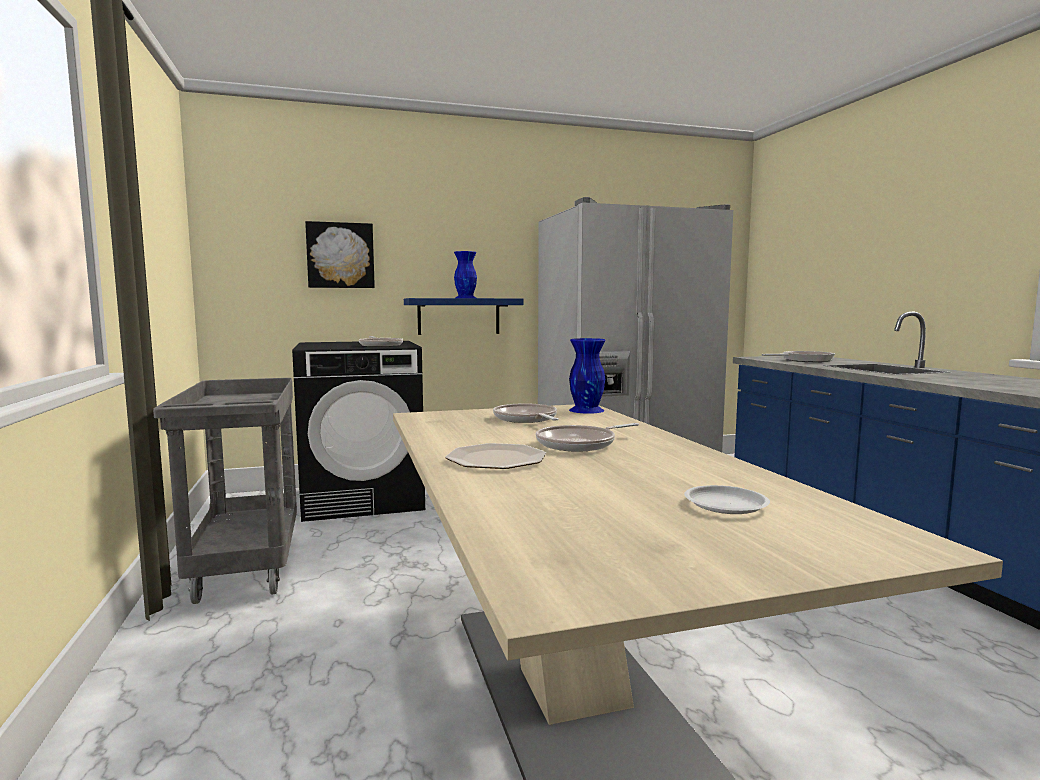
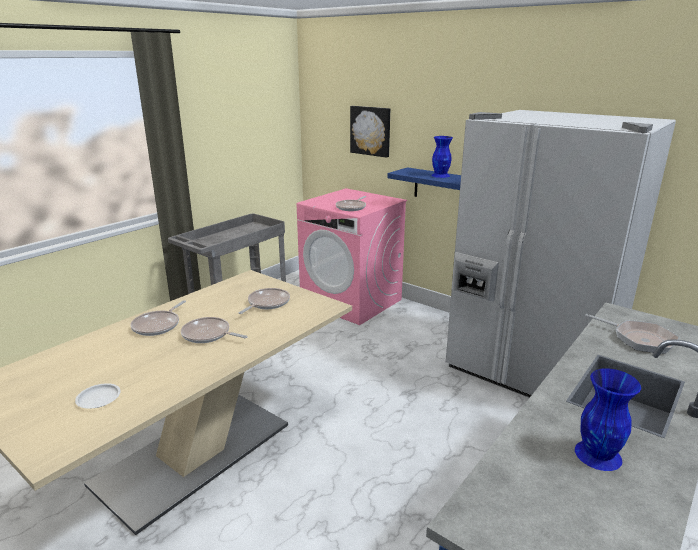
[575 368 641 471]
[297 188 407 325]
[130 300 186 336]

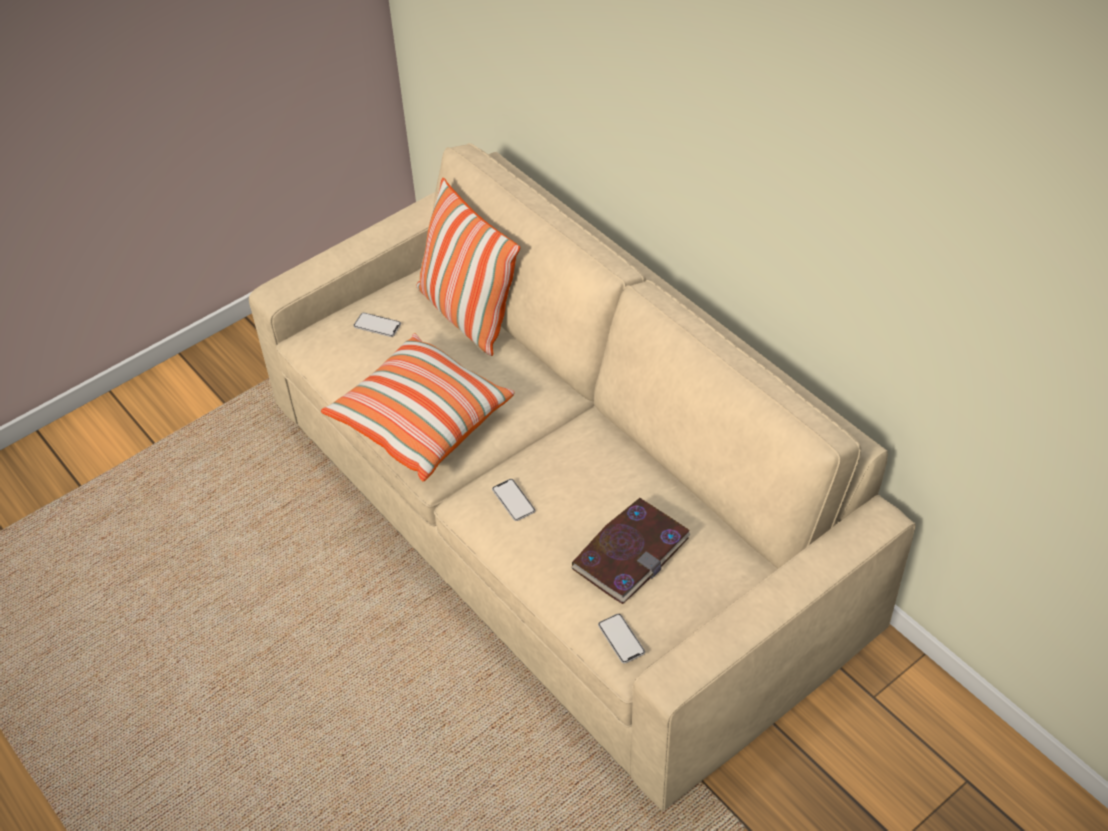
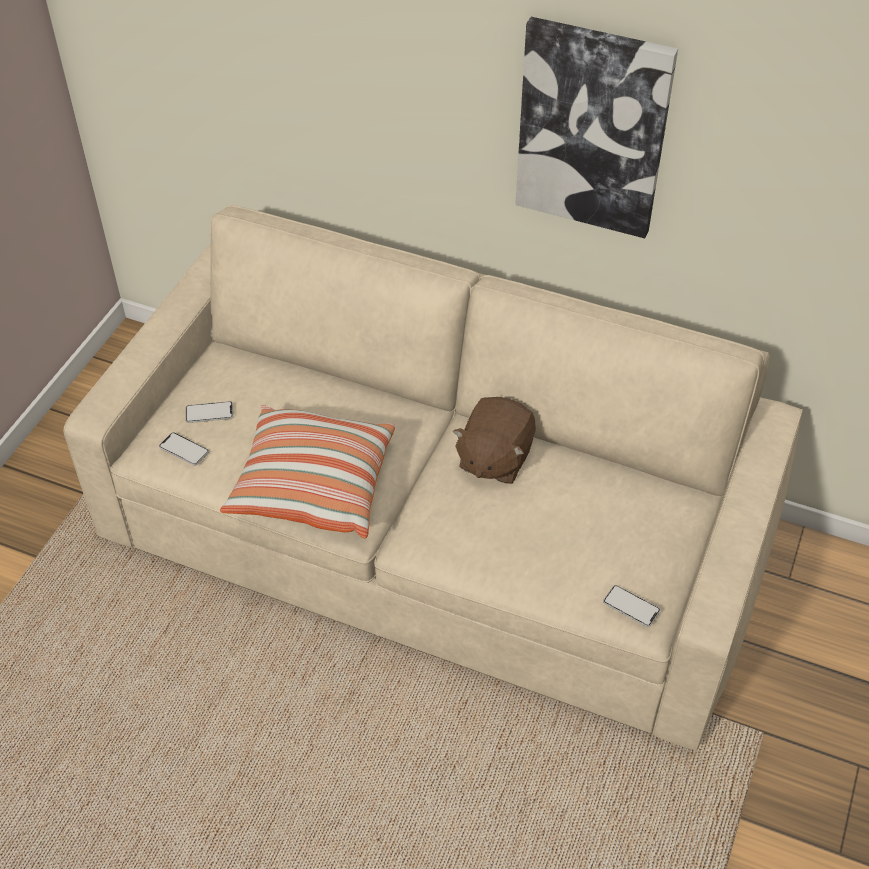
[416 178 520 356] (first image)
[159 432 209 466]
[572 498 691 604] (first image)
[515 17 678 238]
[452 397 536 484]

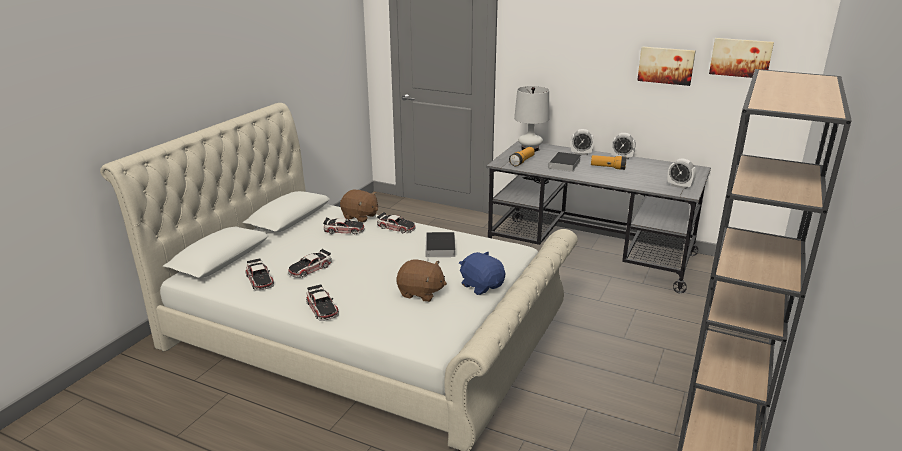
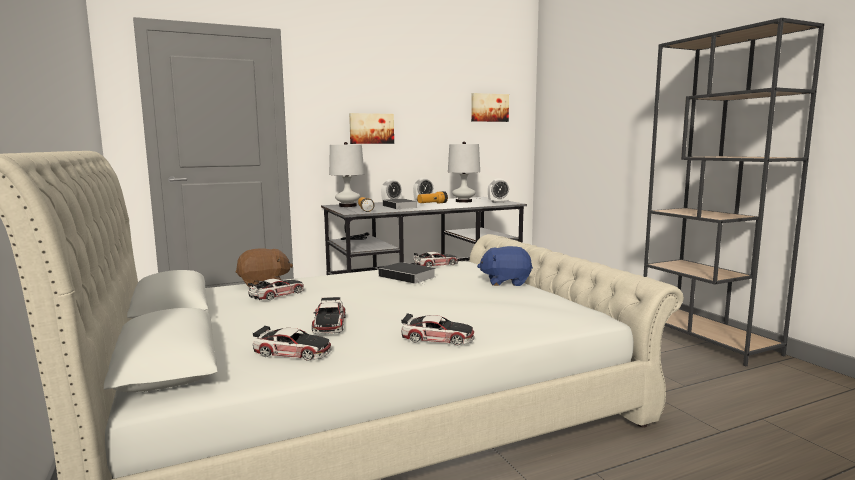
[349 113 394 144]
[414 251 458 267]
[396 259 447 302] (first image)
[448 142 480 203]

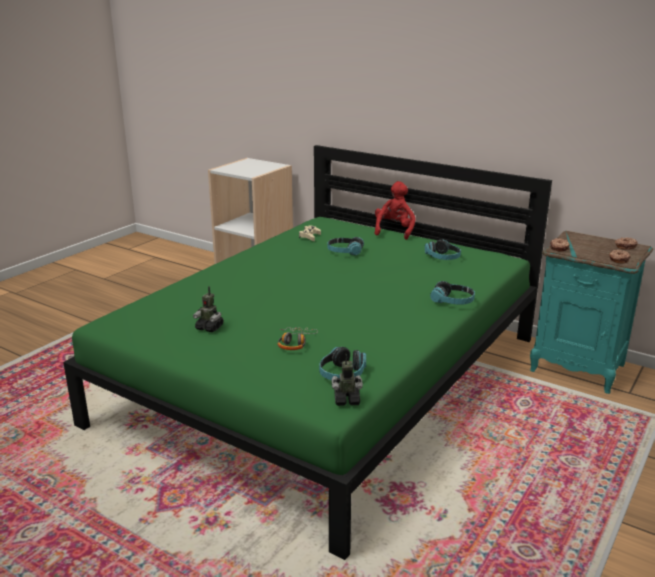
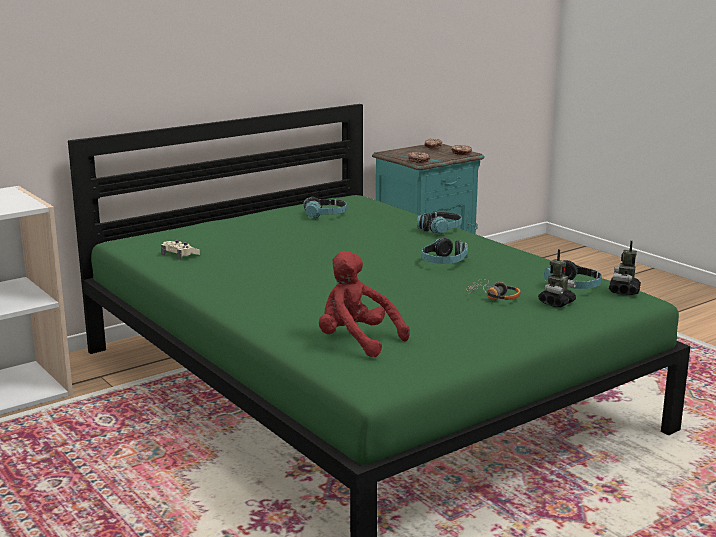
[319 251 410 357]
[422 238 468 264]
[538 249 576 307]

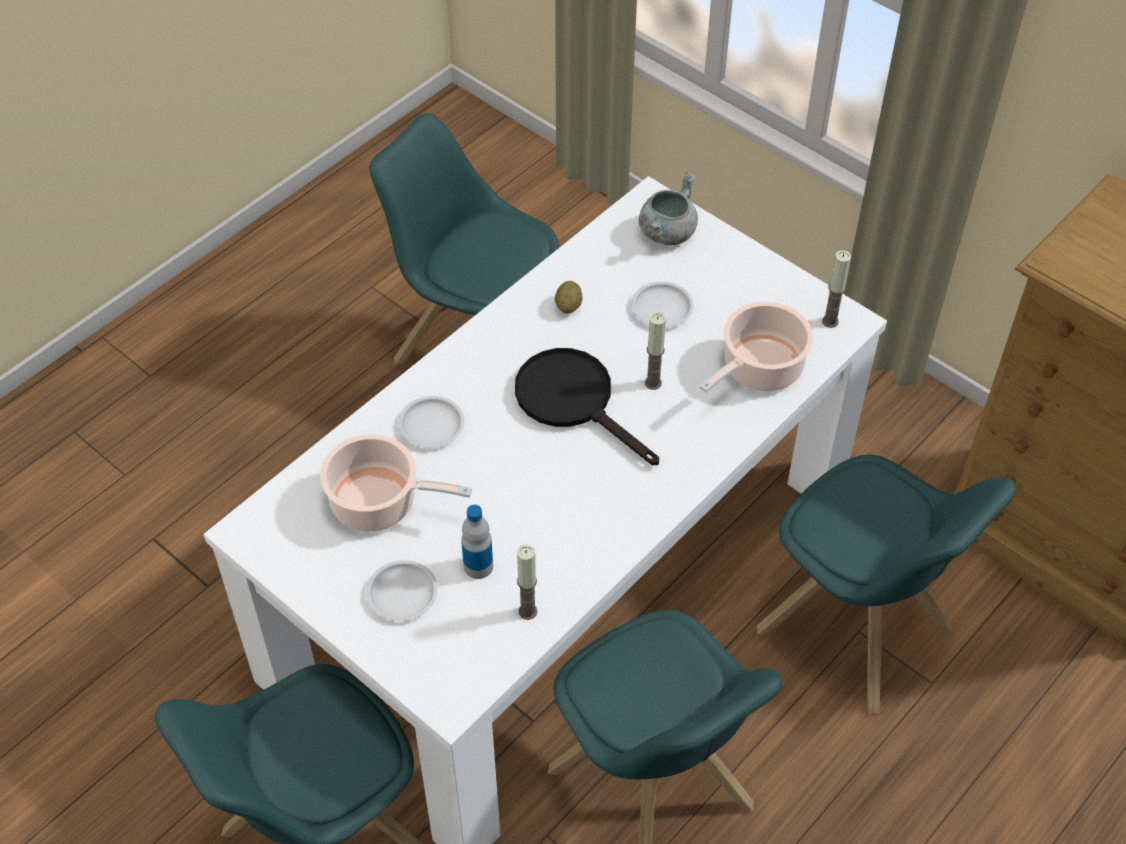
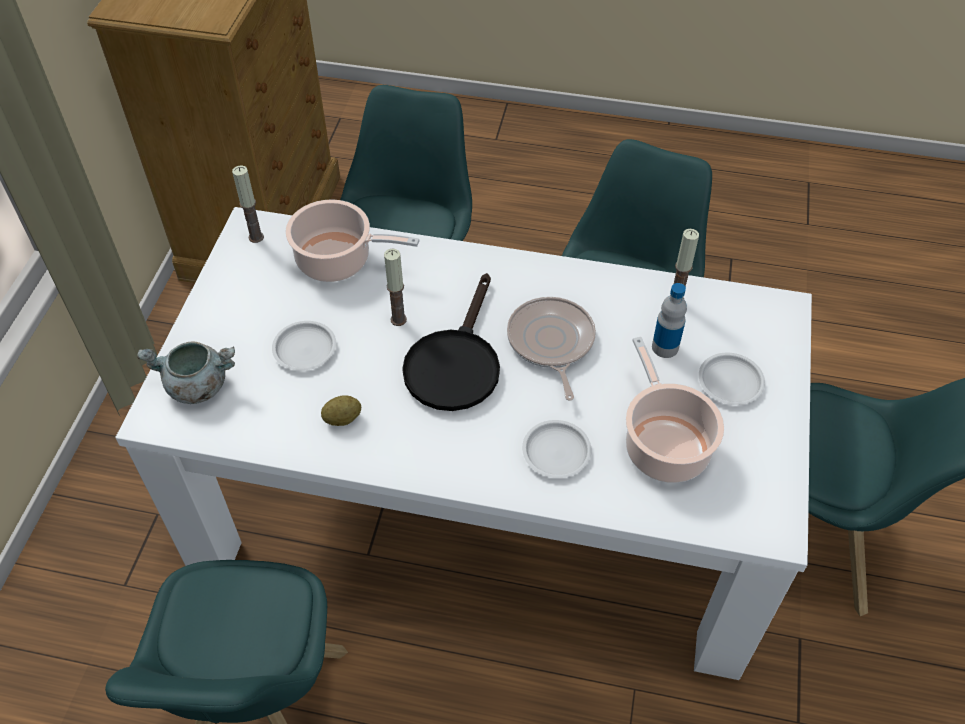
[507 297 596 401]

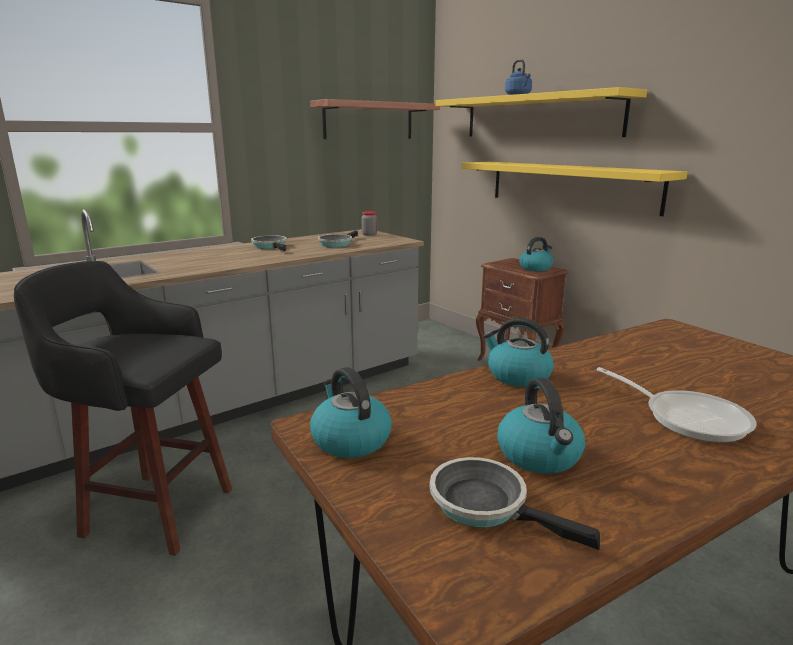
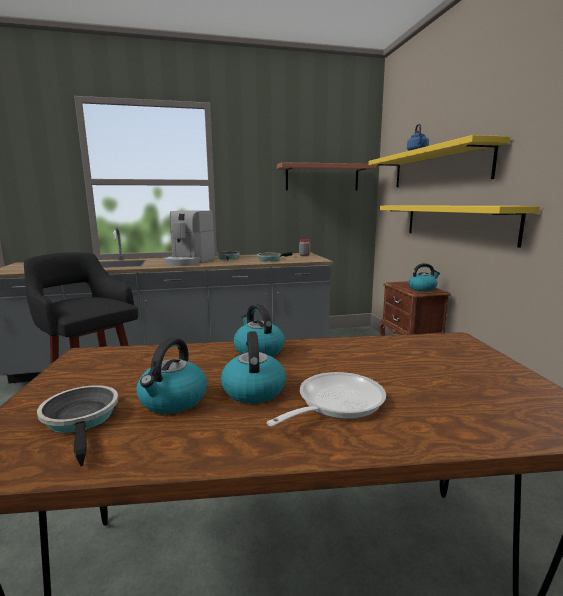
[221 331 286 403]
[267 372 386 427]
[164 211 215 266]

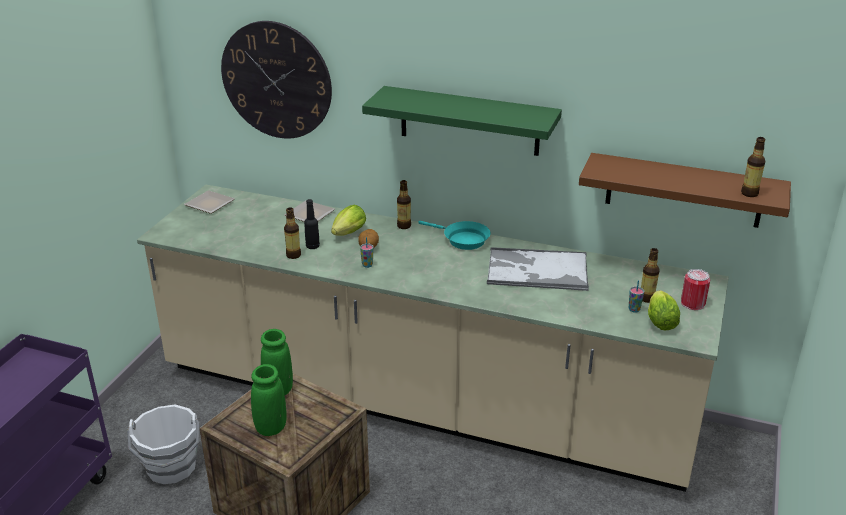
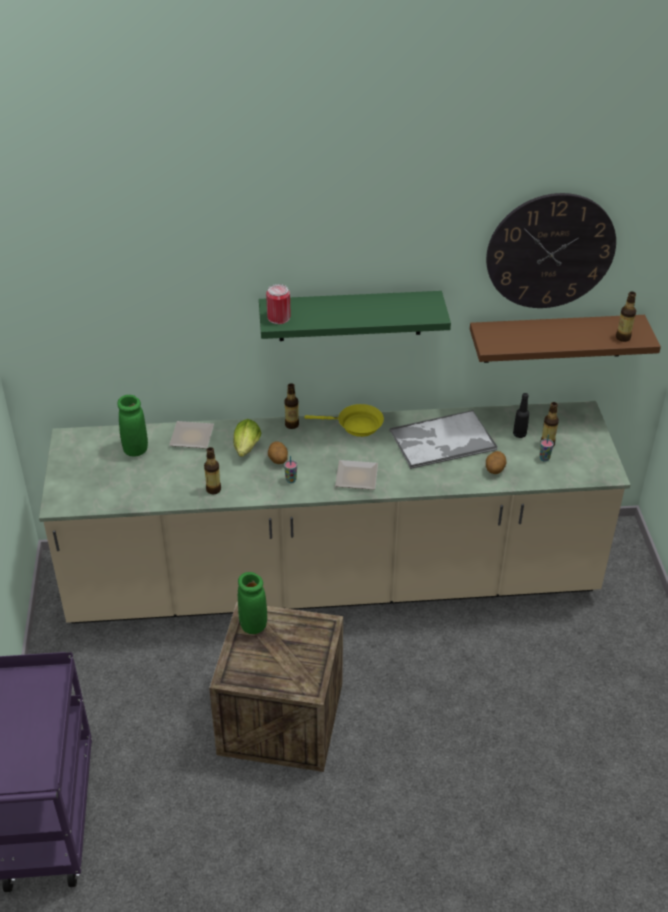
[486 193 616 308]
[335 460 378 490]
[513 393 529 438]
[304 404 384 437]
[266 284 291 324]
[648 290 680 331] (first image)
[117 395 148 457]
[127 404 200 484] (first image)
[486 451 506 474]

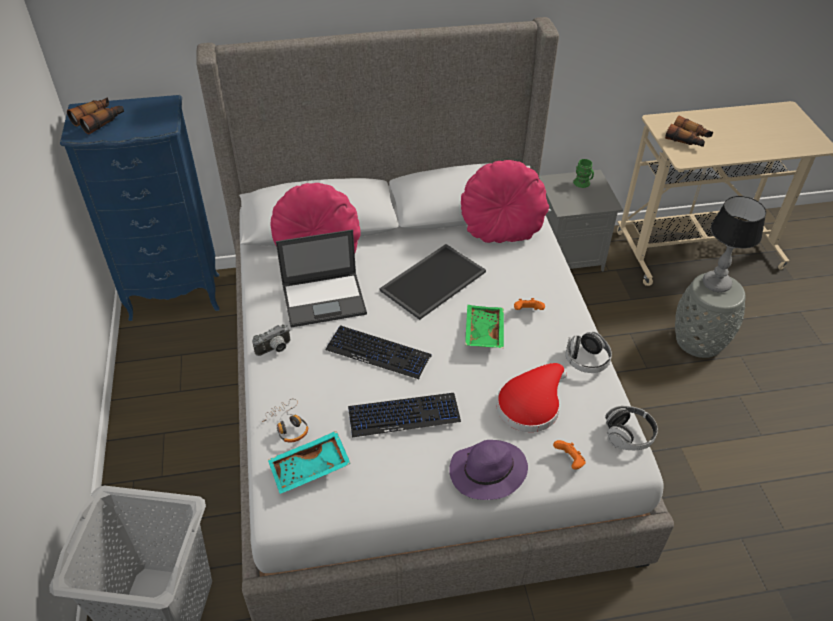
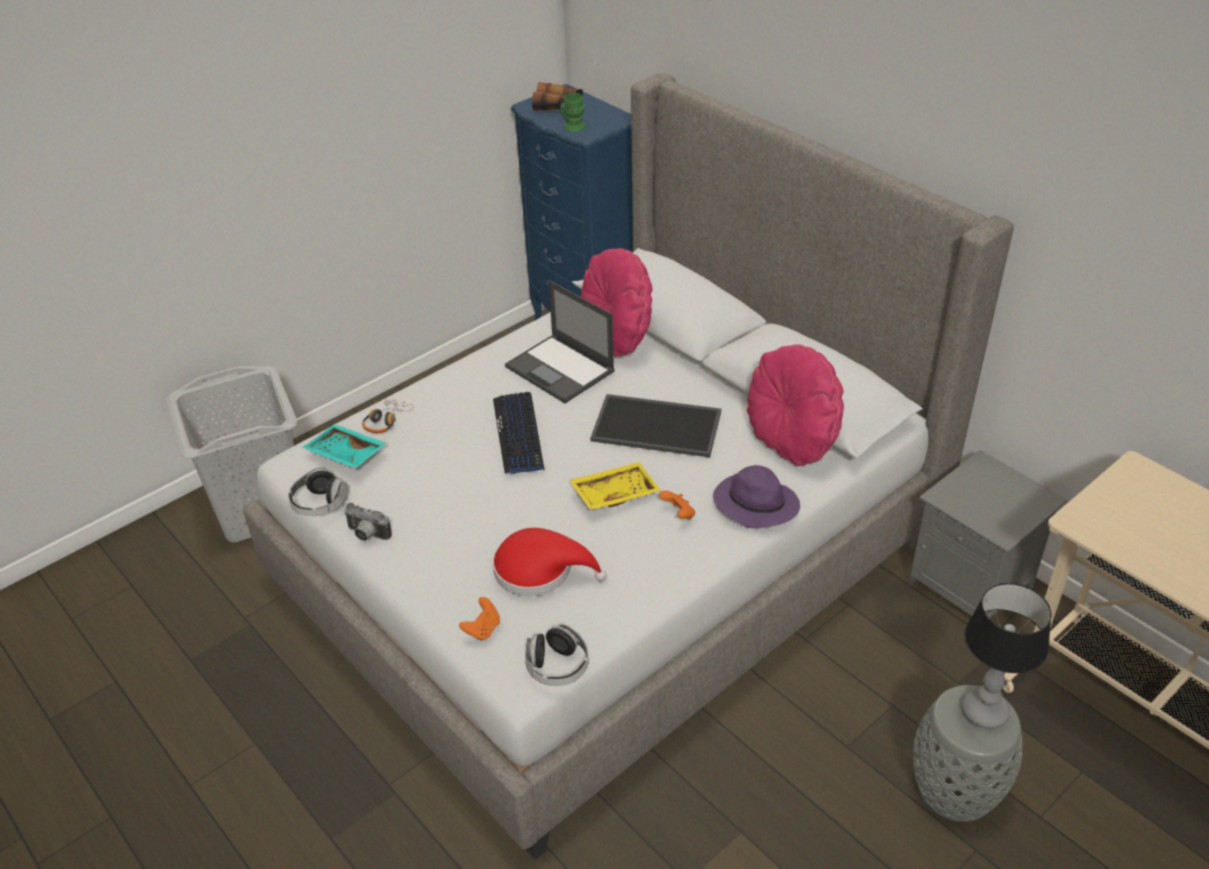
[665 115 713 147] (first image)
[560 93 586 132]
[569 462 661 510]
[344 503 392 541]
[288 467 348 516]
[348 393 461 438] (first image)
[713 465 800 529]

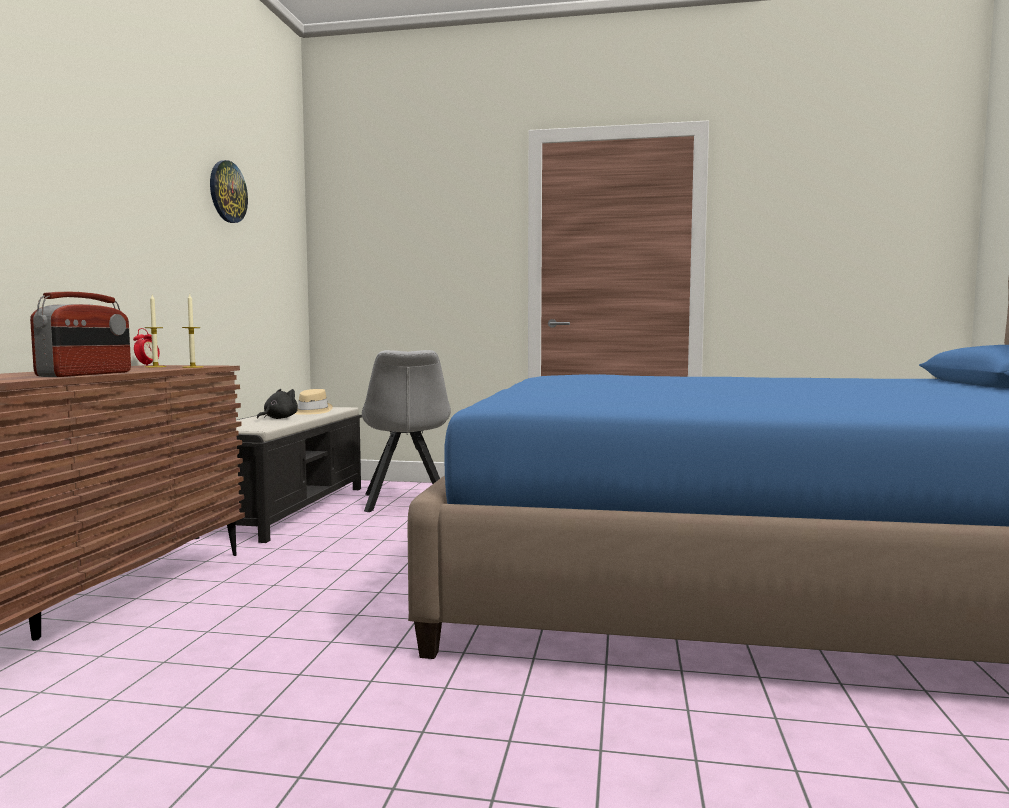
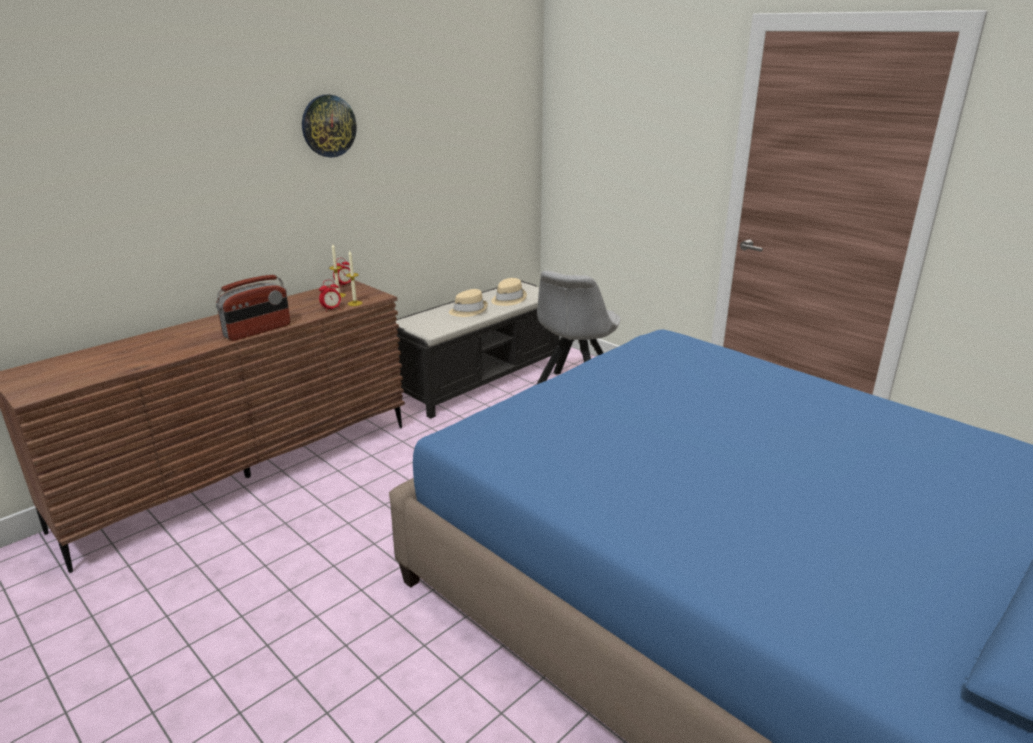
[302 94 357 158]
[449 289 488 317]
[319 280 341 312]

